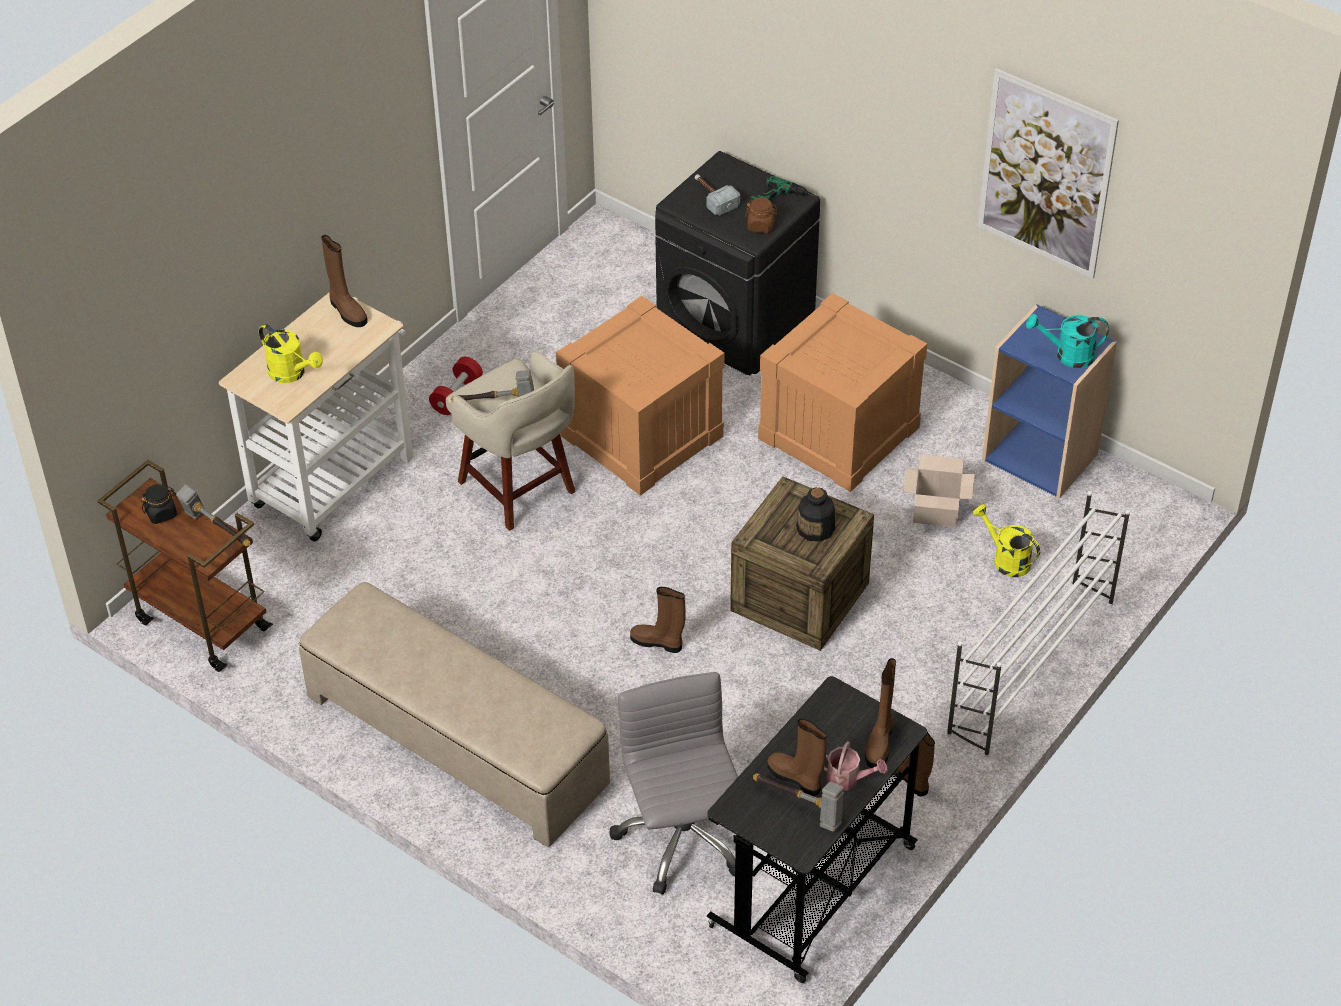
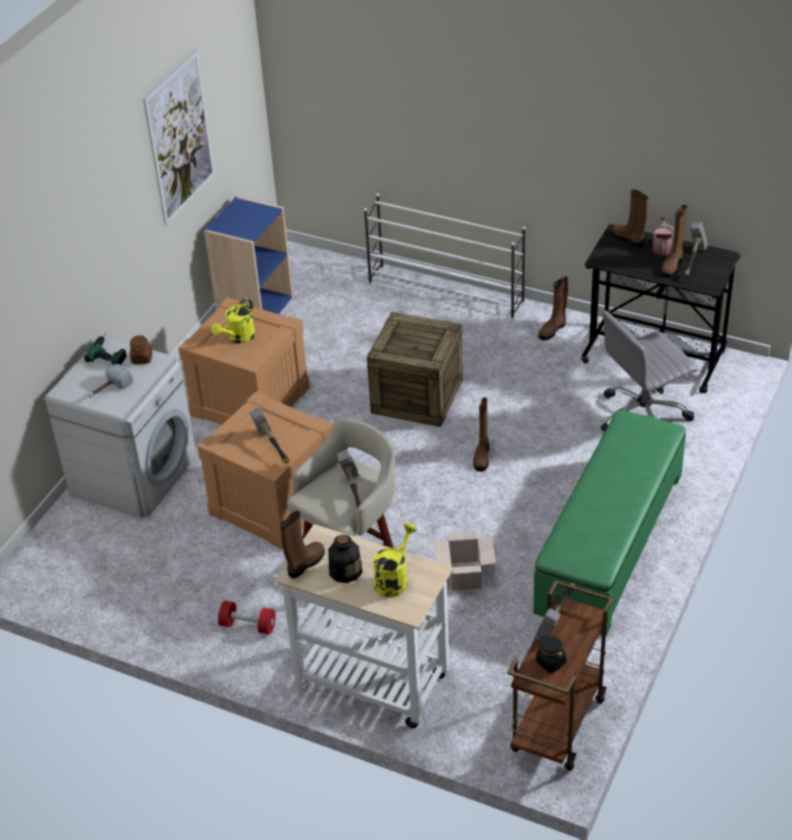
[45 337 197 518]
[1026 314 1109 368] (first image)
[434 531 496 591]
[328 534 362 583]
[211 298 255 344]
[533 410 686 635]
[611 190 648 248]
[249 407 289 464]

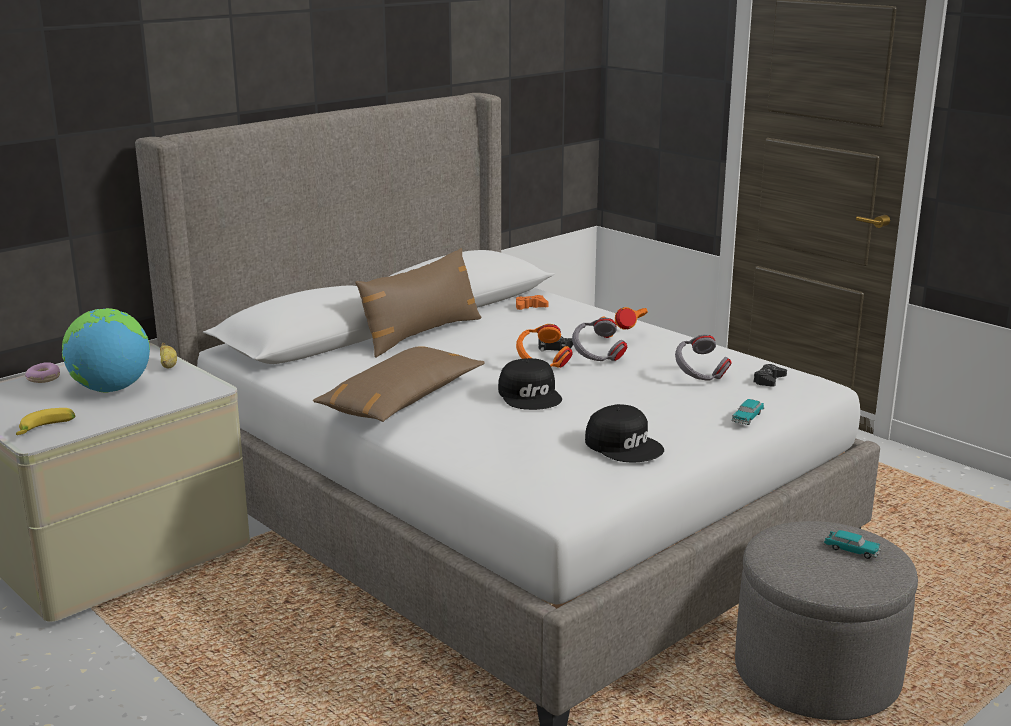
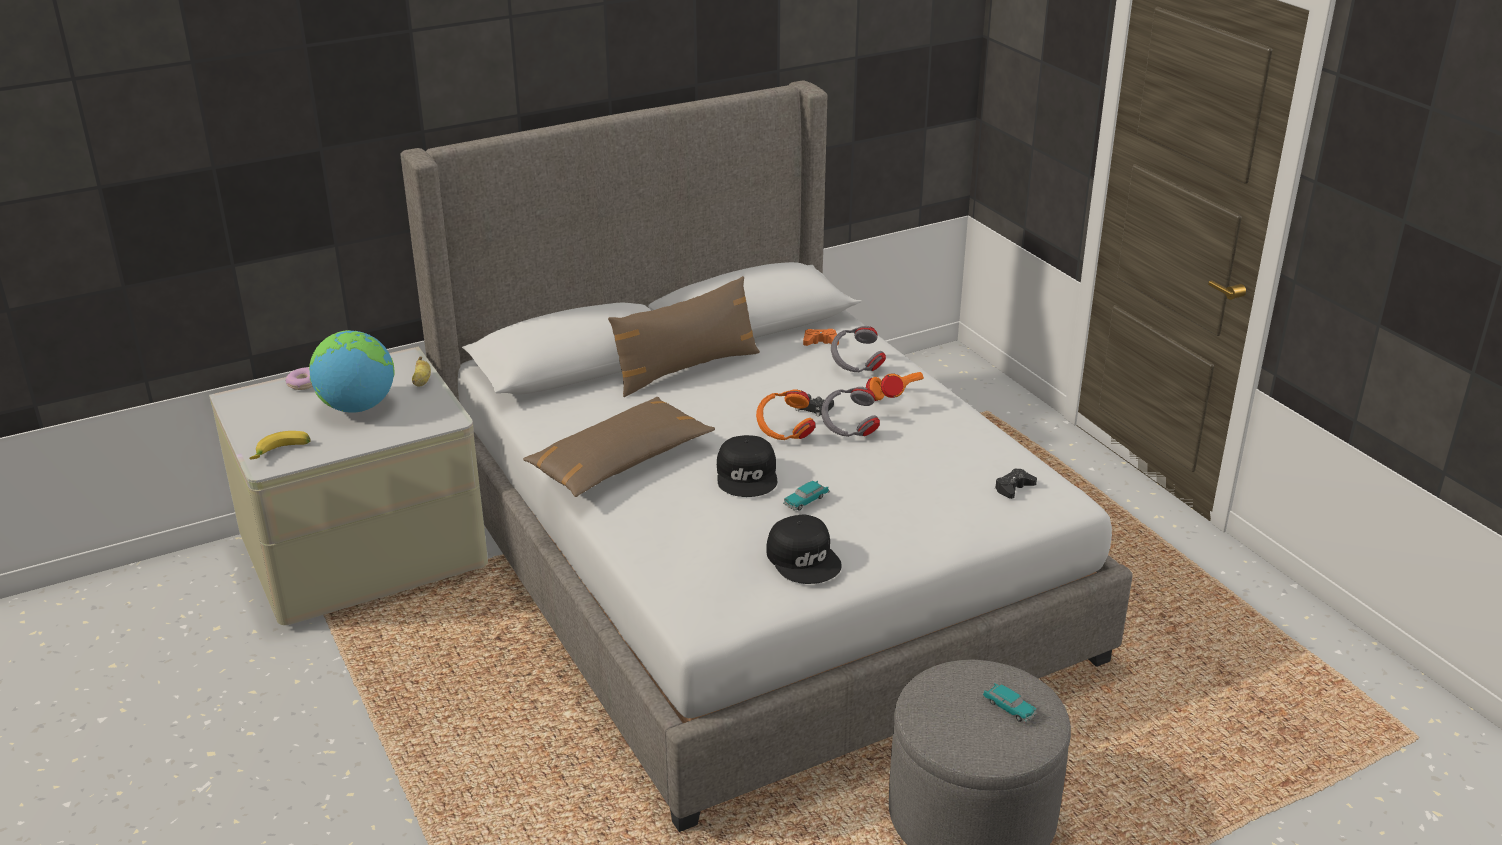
[831 326 886 372]
[783 481 830 511]

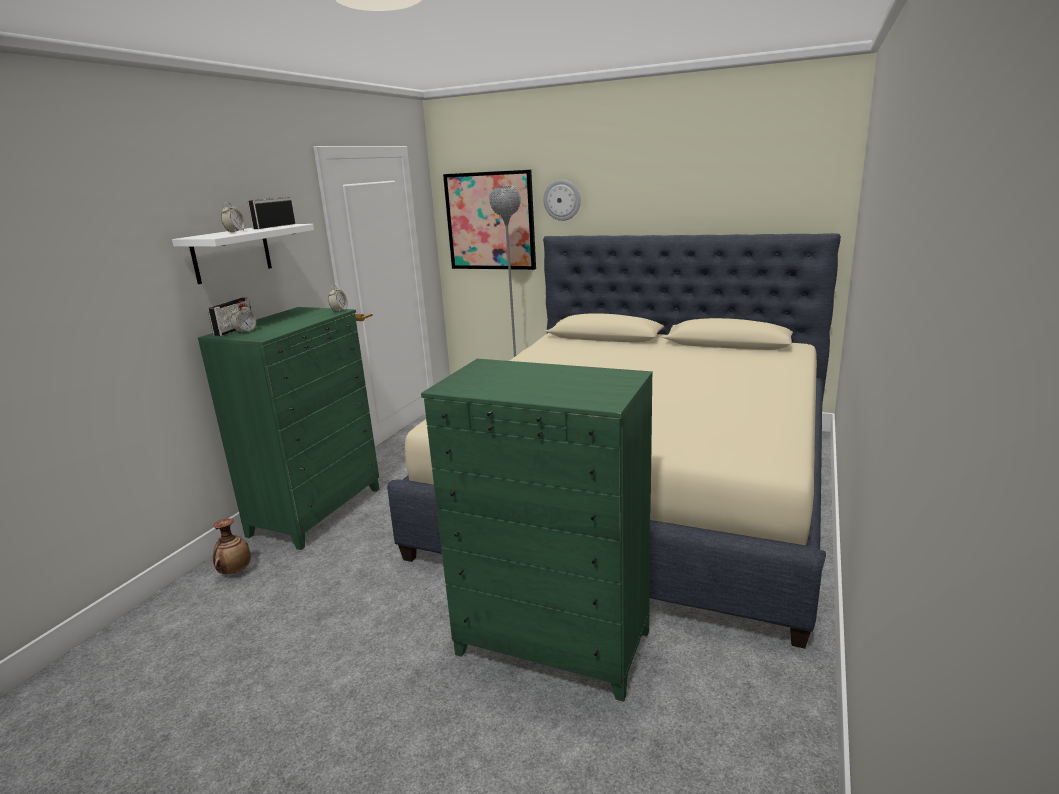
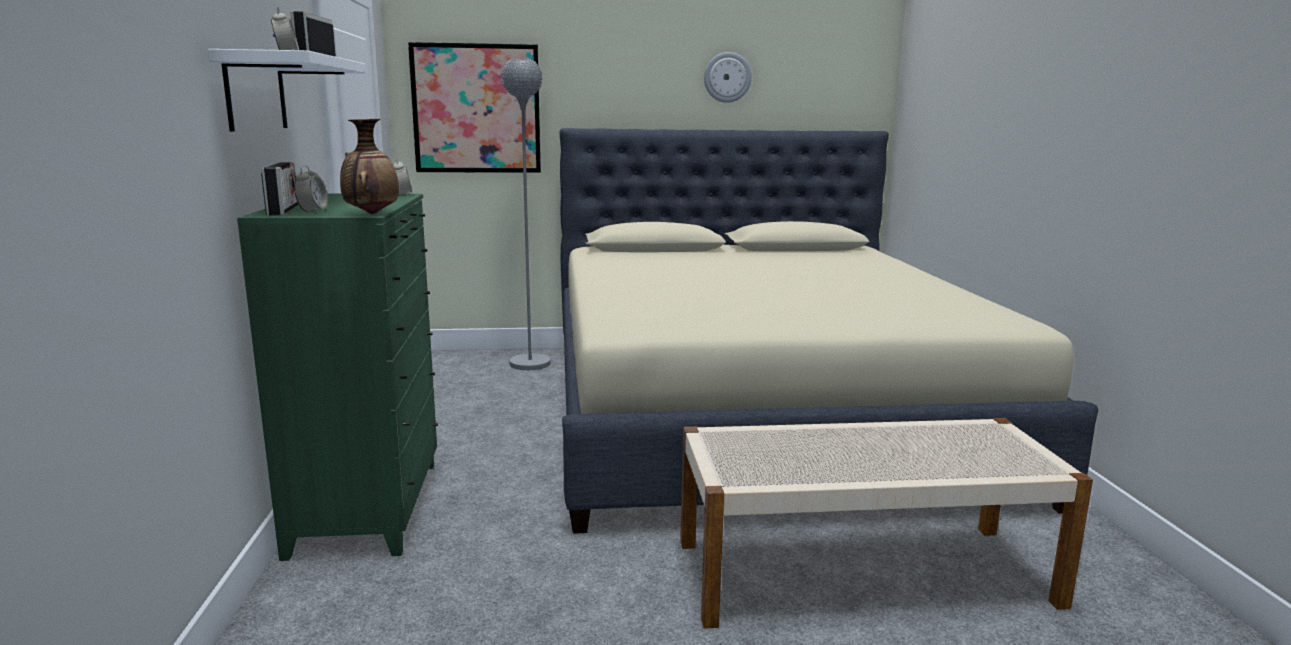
[704 52 752 103]
[680 418 1093 629]
[340 119 399 214]

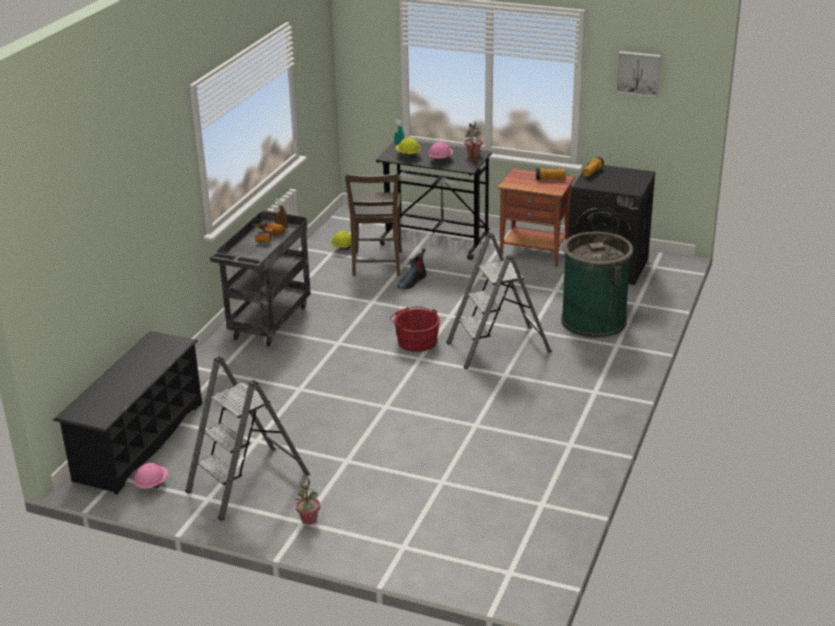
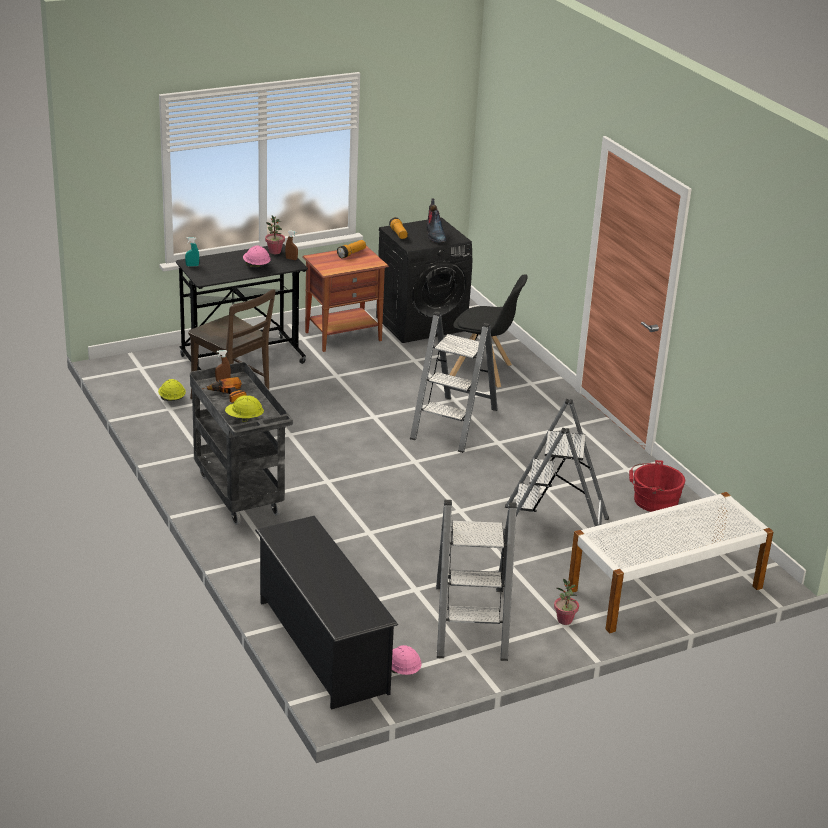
[616 51 661 97] (first image)
[225 395 264 423]
[449 274 528 388]
[426 199 446 242]
[629 460 685 512]
[503 399 609 552]
[568 492 774 634]

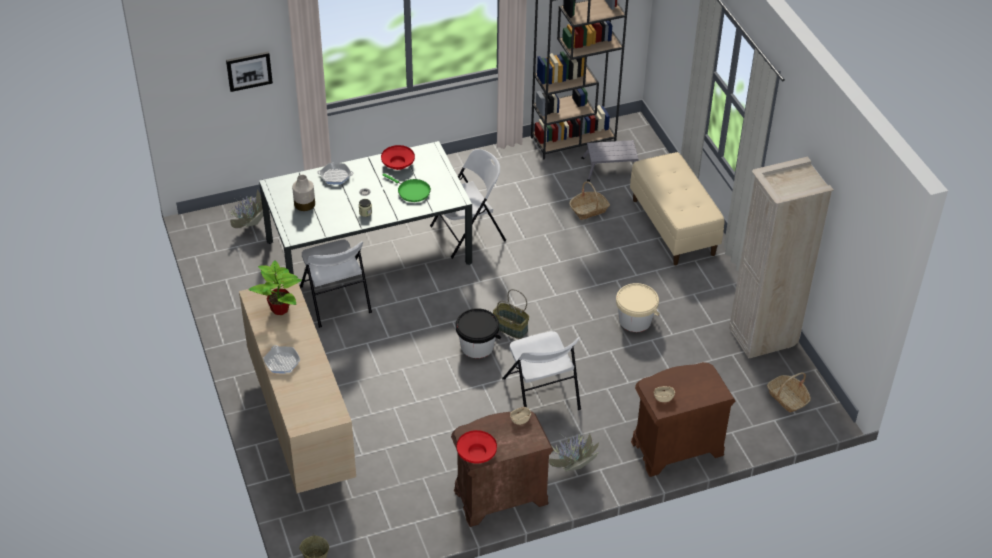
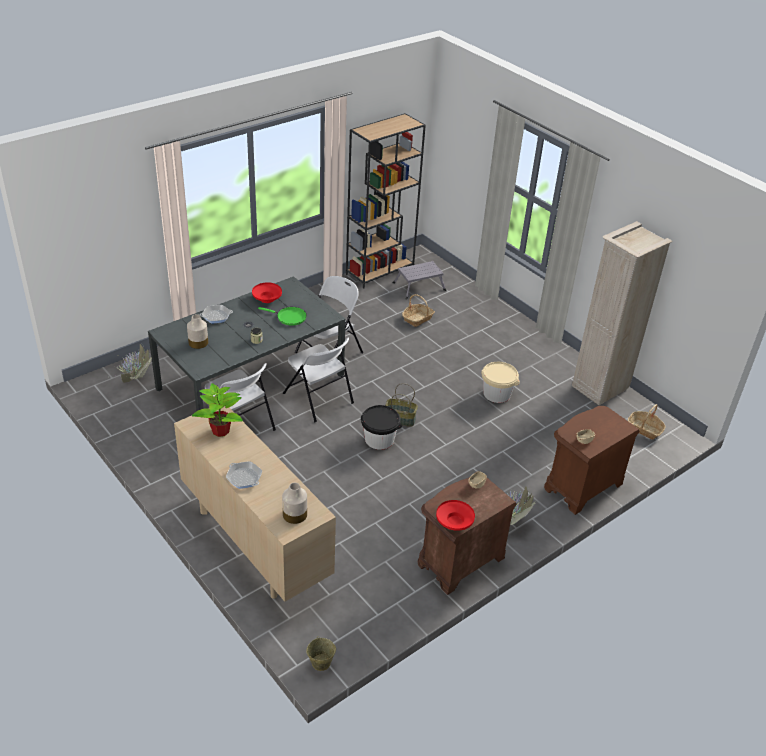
[226 52 273 92] (first image)
[630 152 724 265] (first image)
[283 338 354 423]
[282 483 307 524]

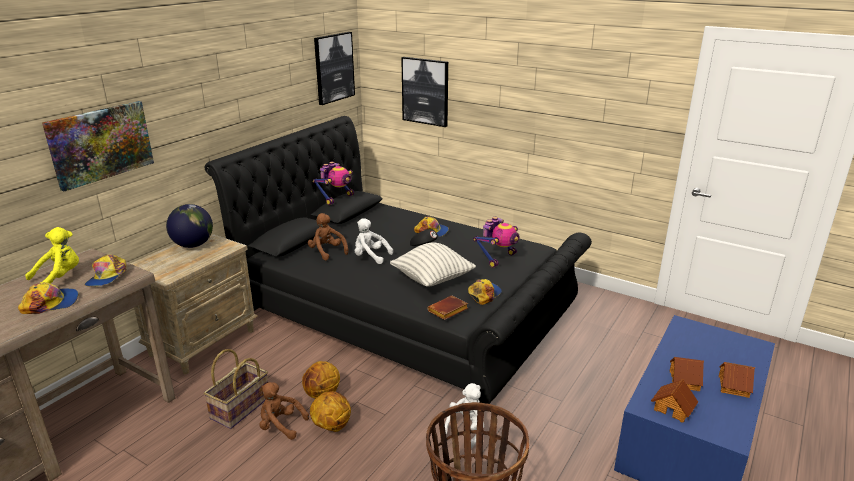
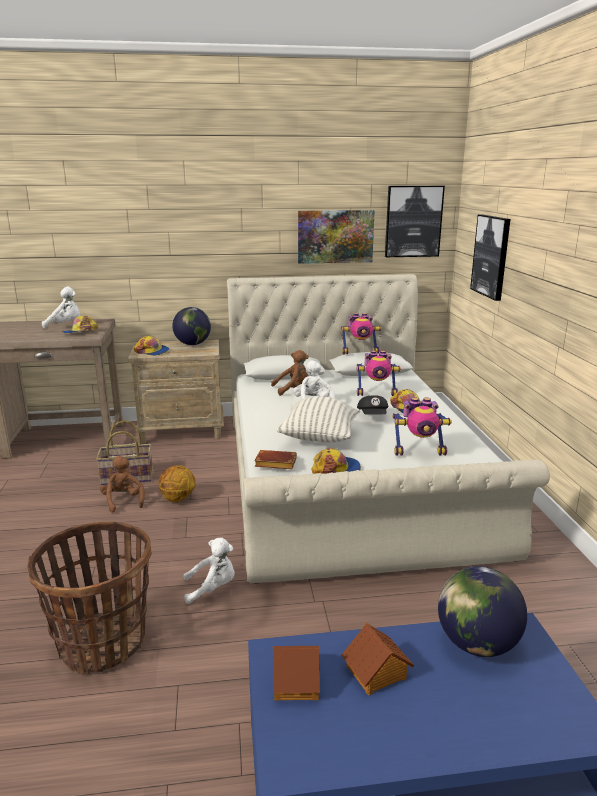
[298 210 375 264]
[227 274 550 584]
[271 350 309 396]
[42 286 80 329]
[134 336 170 356]
[719 362 755 398] (first image)
[310 391 351 432] (first image)
[356 350 401 396]
[438 566 527 657]

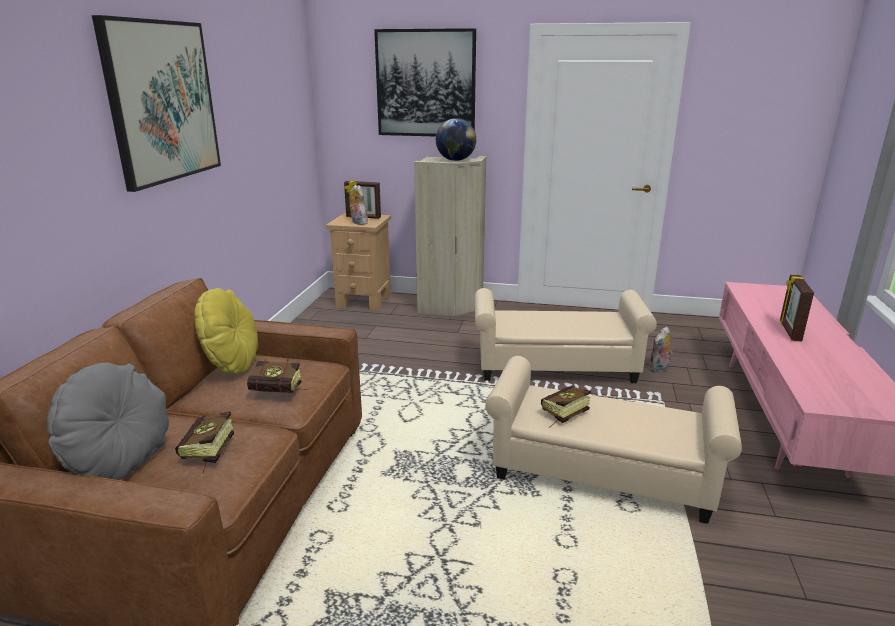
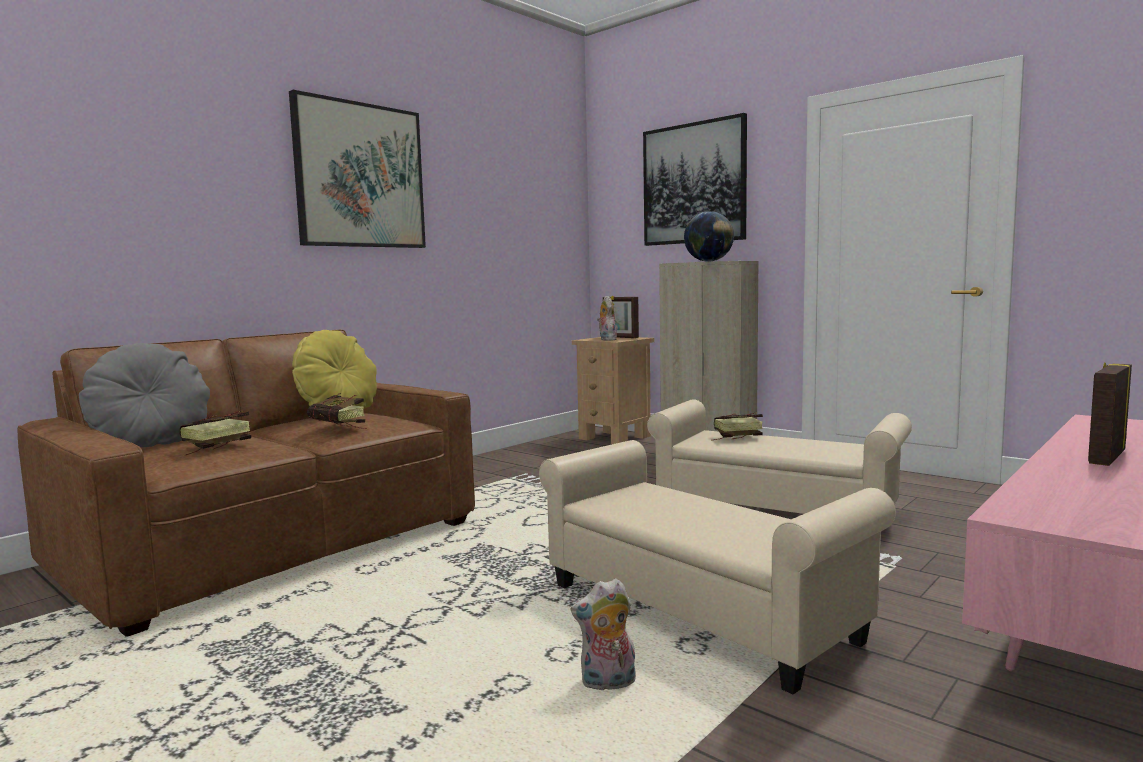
[571 578 636 690]
[711 412 763 441]

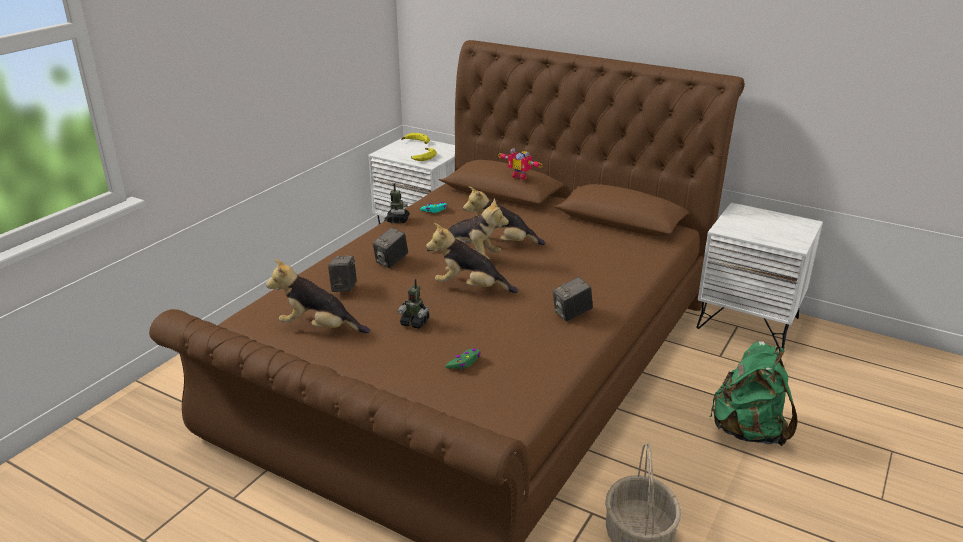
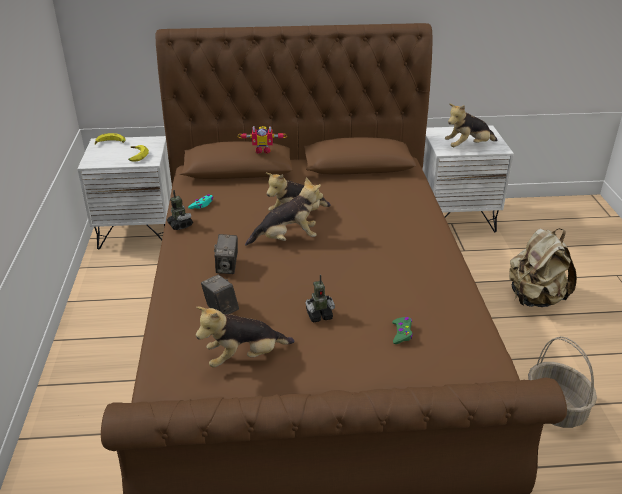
[445 103 498 147]
[553 277 593 322] (first image)
[509 229 577 307]

